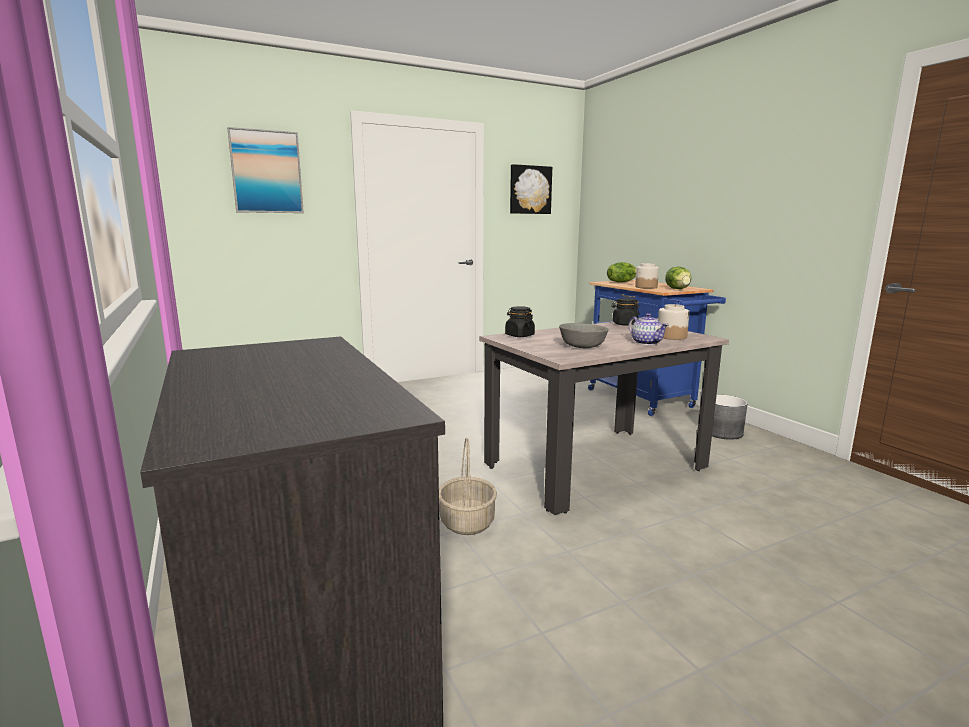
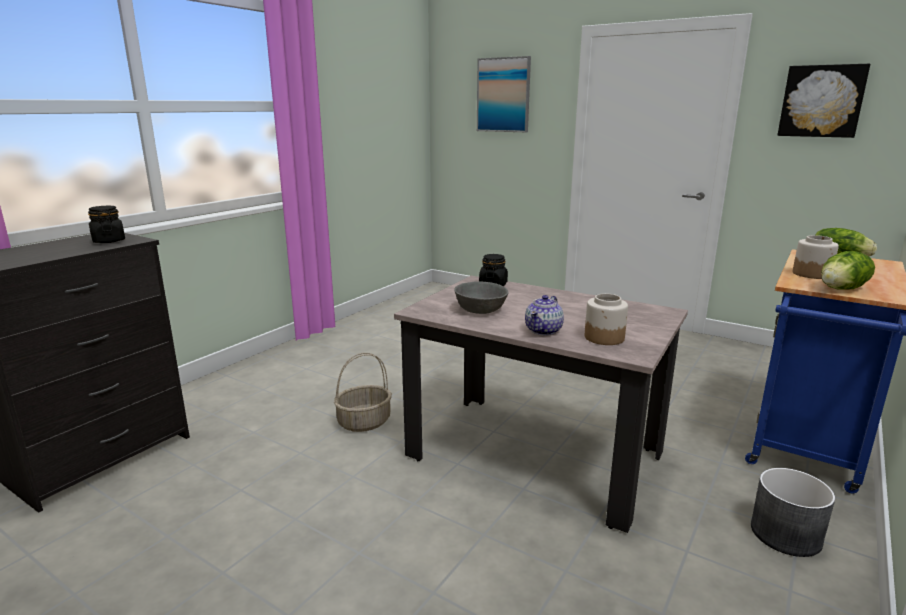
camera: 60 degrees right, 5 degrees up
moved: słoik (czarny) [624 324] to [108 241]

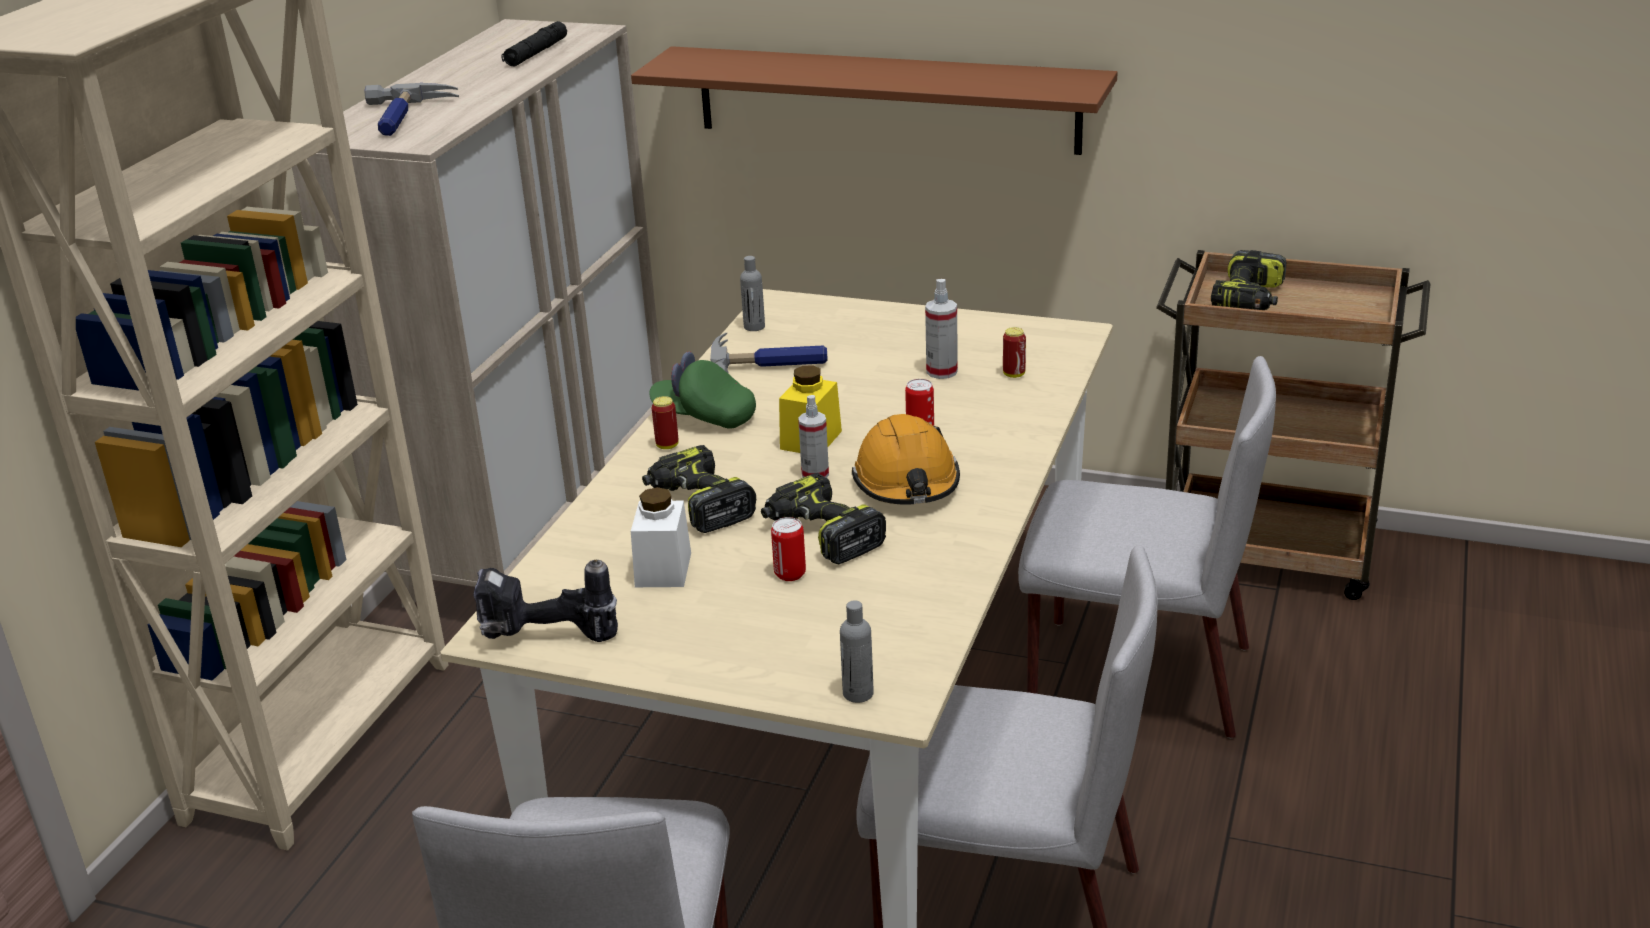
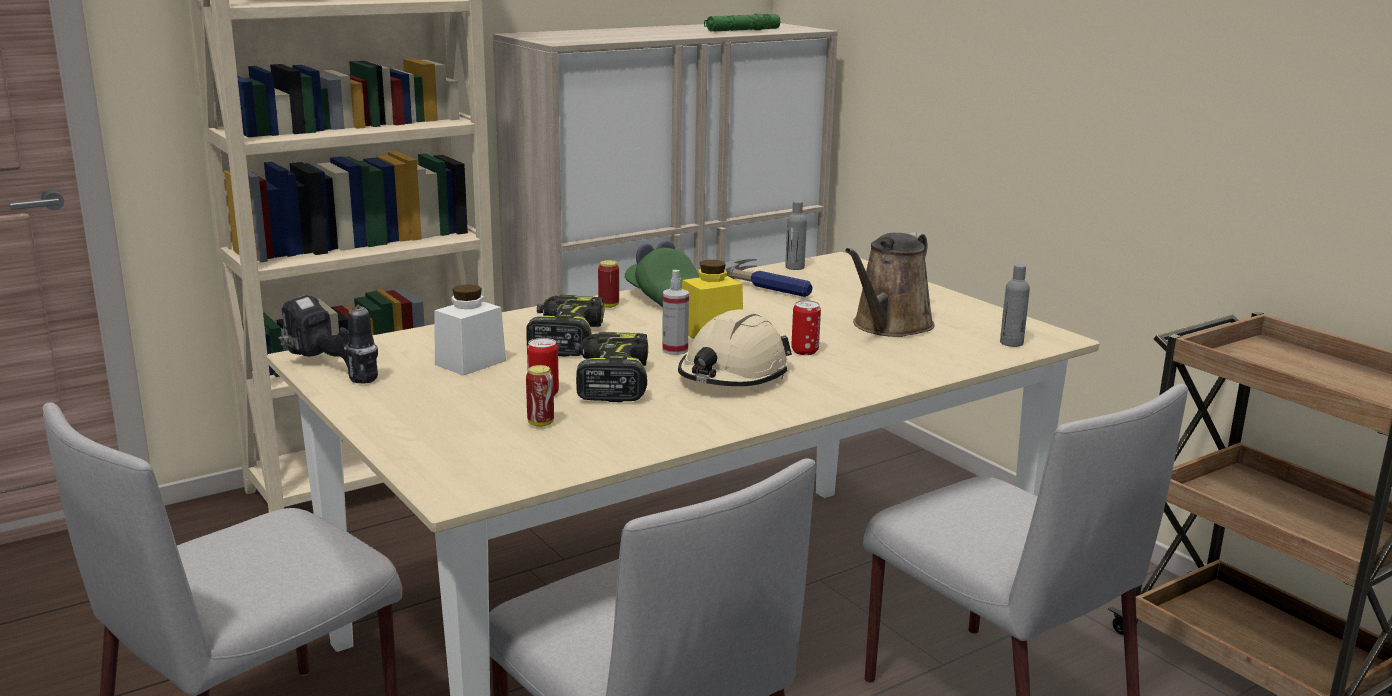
camera: 35 degrees right, 10 degrees down
removed: młotek [405 118]; półka (brązowy) [886 99]; wiertarka [1250 299]
moved: puszka [1014 374] to [540 423]; butelka (szary) [858 694] to [1011 343]
replaced: spryskiwacz [942 371] to konewka (brązowy) [889 326]
recoloured: kask (pomarańczowy) [907 482] to kask (beżowy) [733 375]; latarka (czarny) [536 53] to latarka (zielony) [742 30]

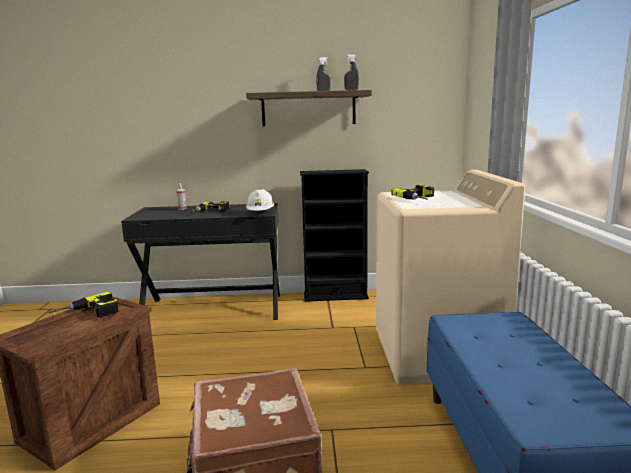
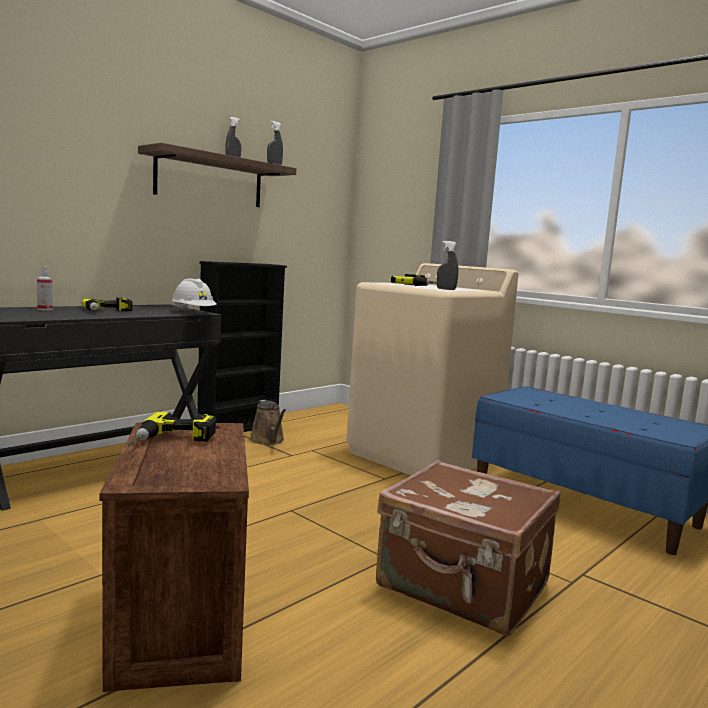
camera: 45 degrees left, 5 degrees down
added: konewka (brązowy) [268 440]; spryskiwacz (szary) [446 289]

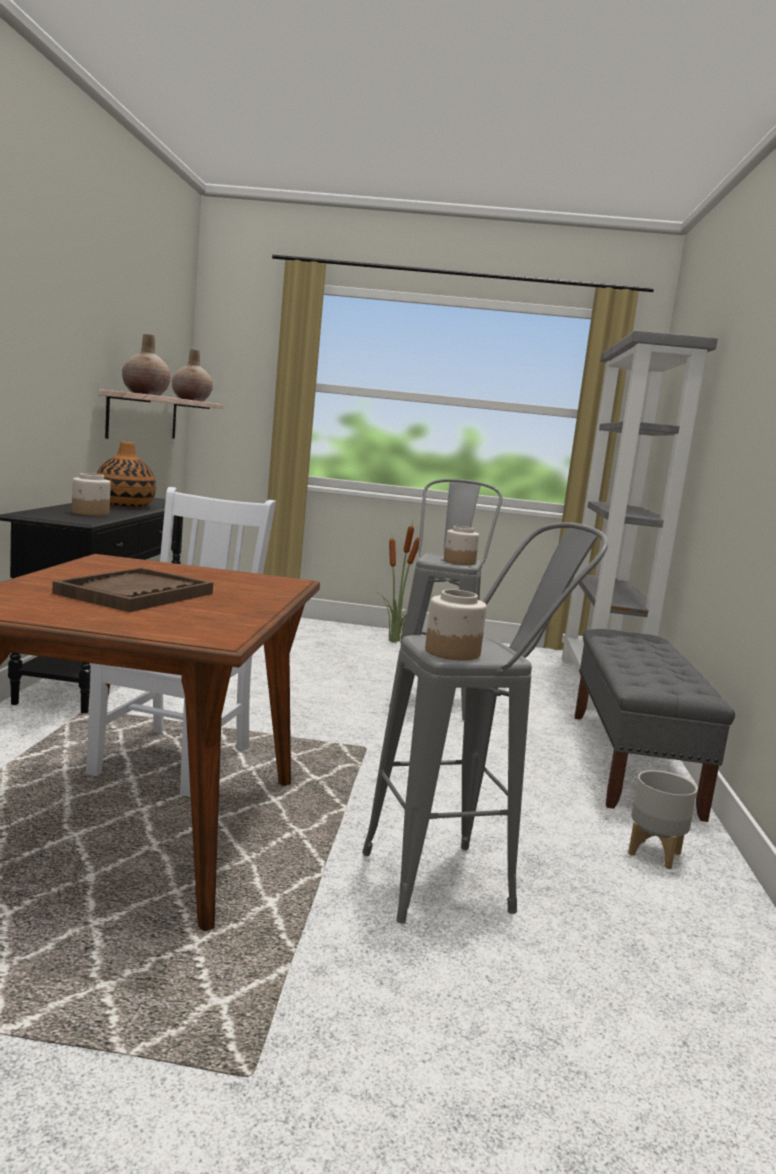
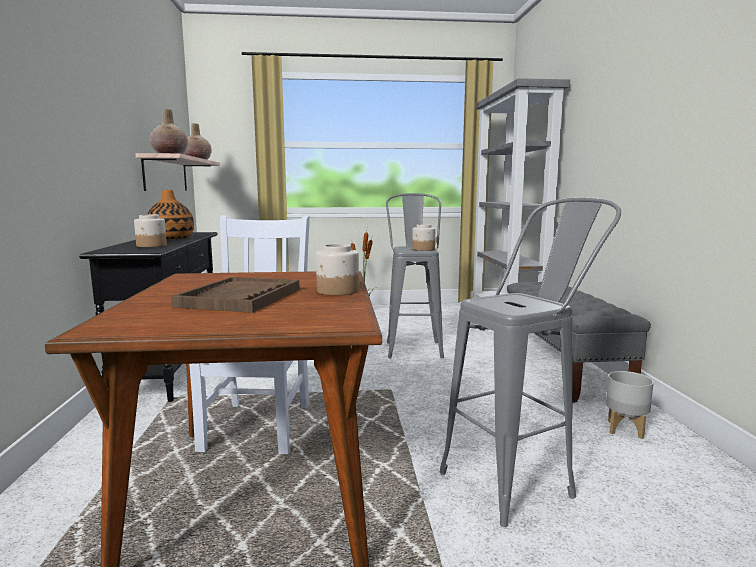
camera: 10 degrees left, 0 degrees up
moved: słoik [452 652] to [337 291]

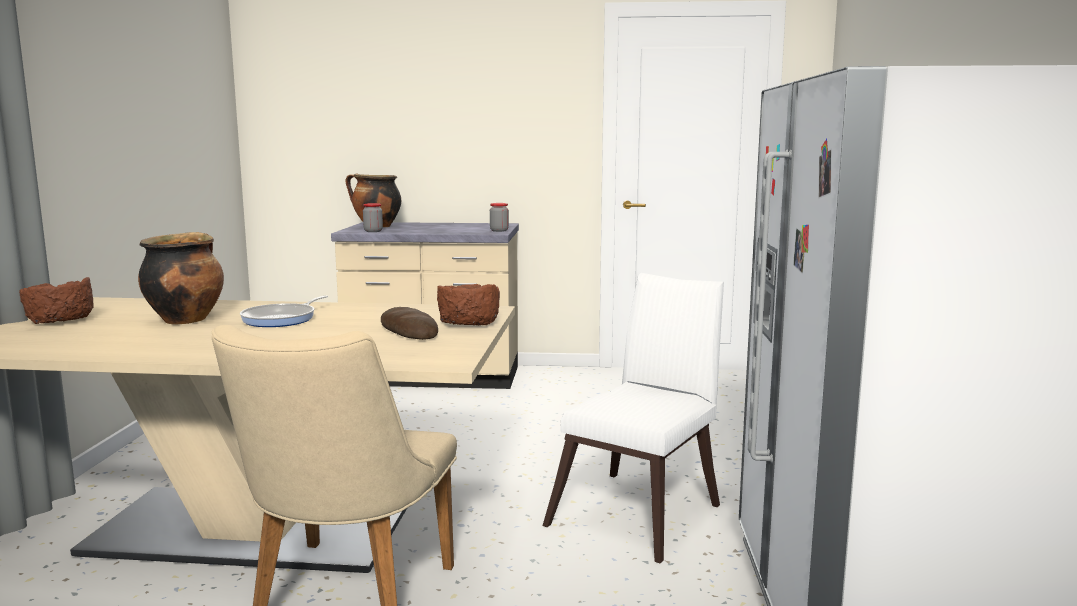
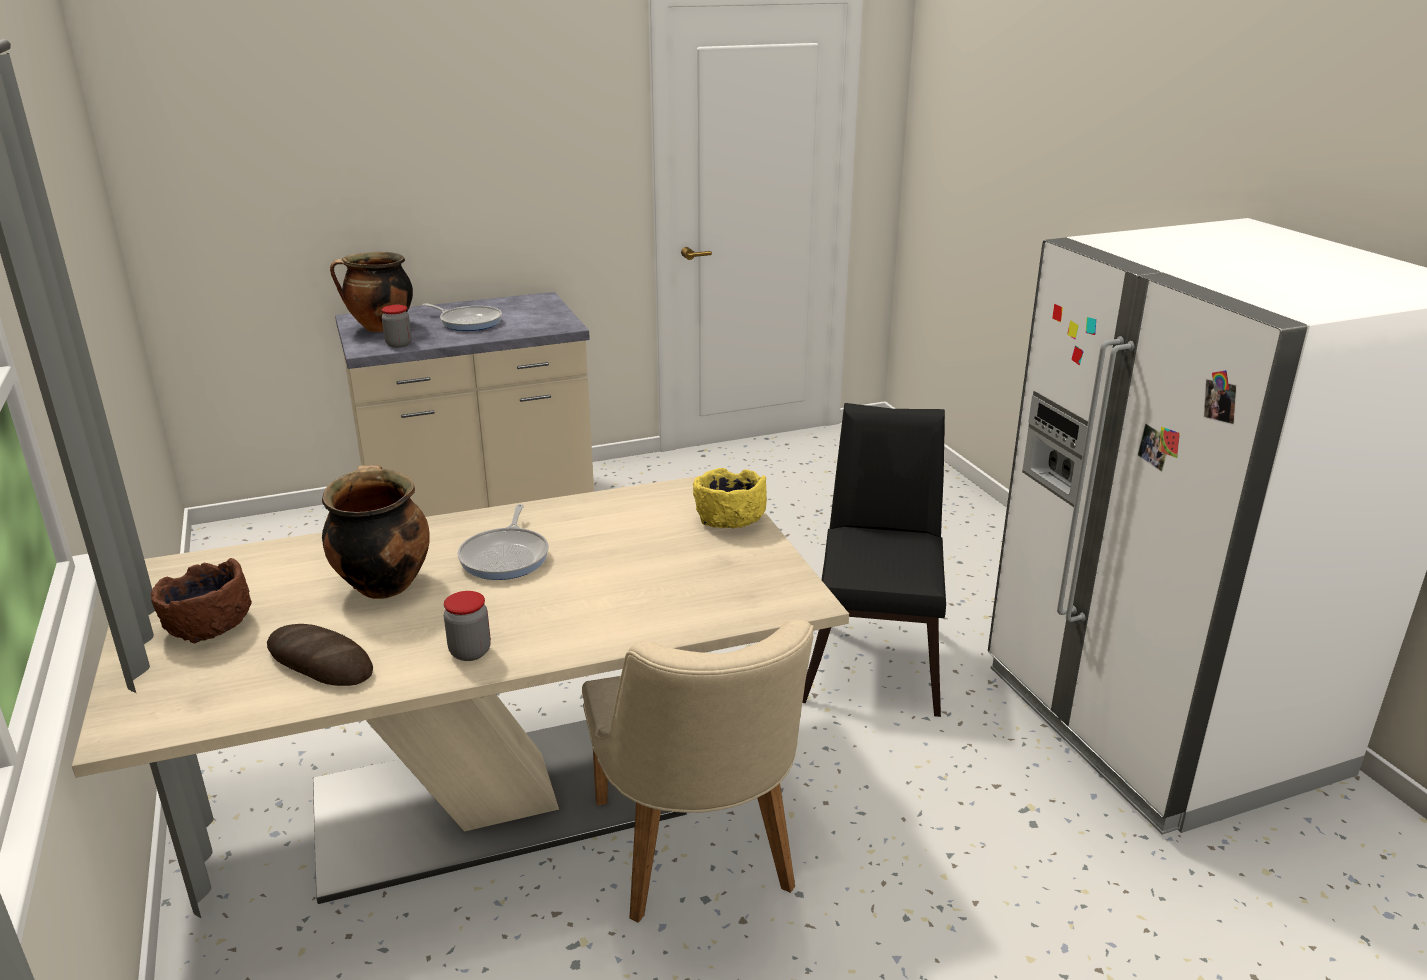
camera: 25 degrees left, 15 degrees up
added: patelnia [468 322]
moved: chleb [408 331] to [320 662]; słoik [499 230] to [470 652]
recoloured: miska (brązowy) [468 323] to miska (żółty) [729 519]; krzesło (biały) [642 511] to krzesło (czarny) [875 657]

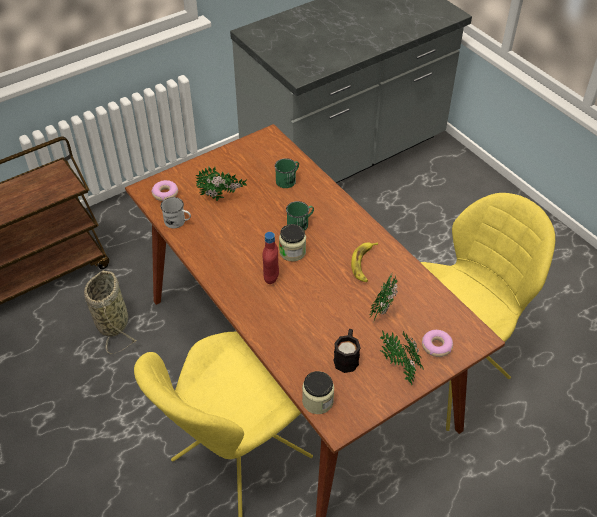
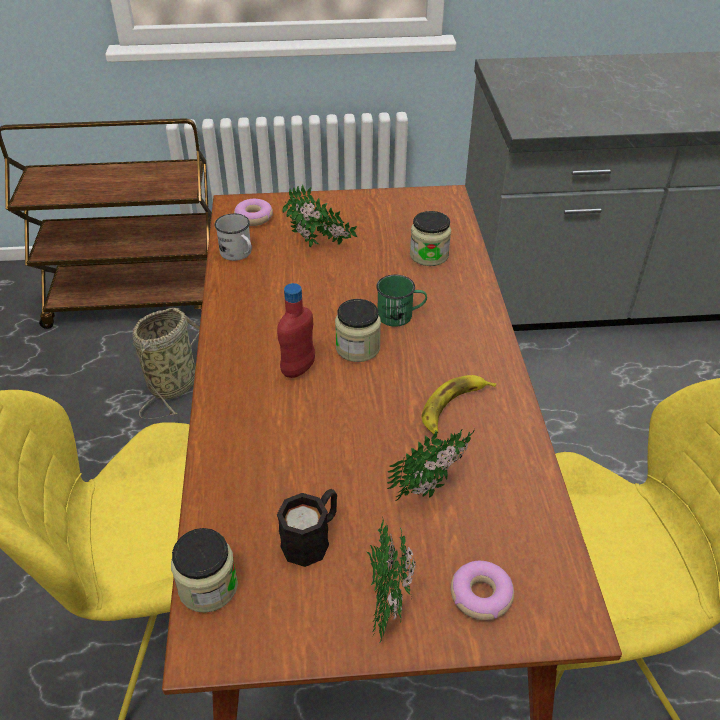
camera: 30 degrees right, 5 degrees down
replaced: kubek (zielony) [288 180] to słoik [429 255]

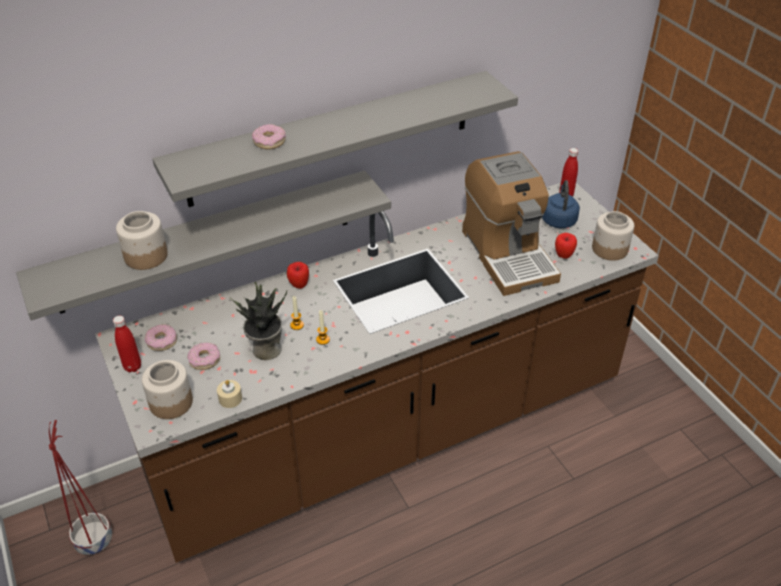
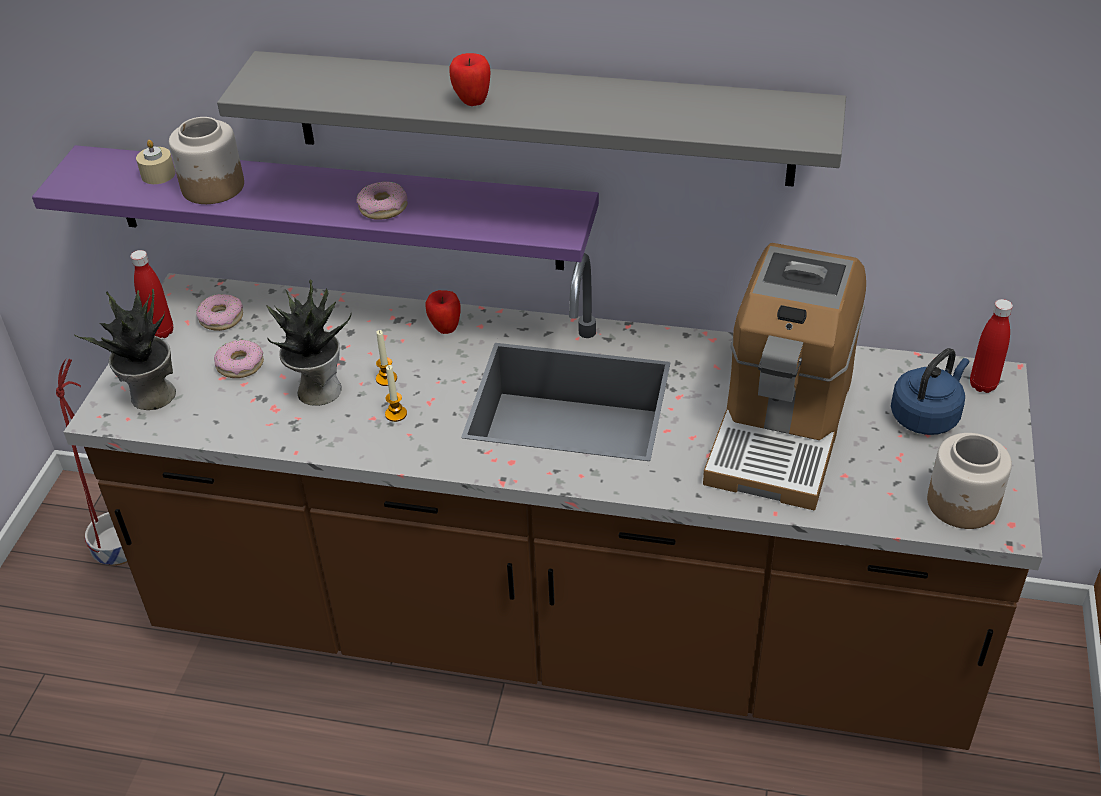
camera: 40 degrees right, 0 degrees up
moved: świeca (beżowy) [230 398] to [158 174]; donut [269 141] to [383 207]; jabłko [563 256] to [472 102]
replaced: słoik [170 403] to roślina doniczkowa [151 396]
recoloured: półka (szary) [207 241] to półka (fioletowy) [334 207]

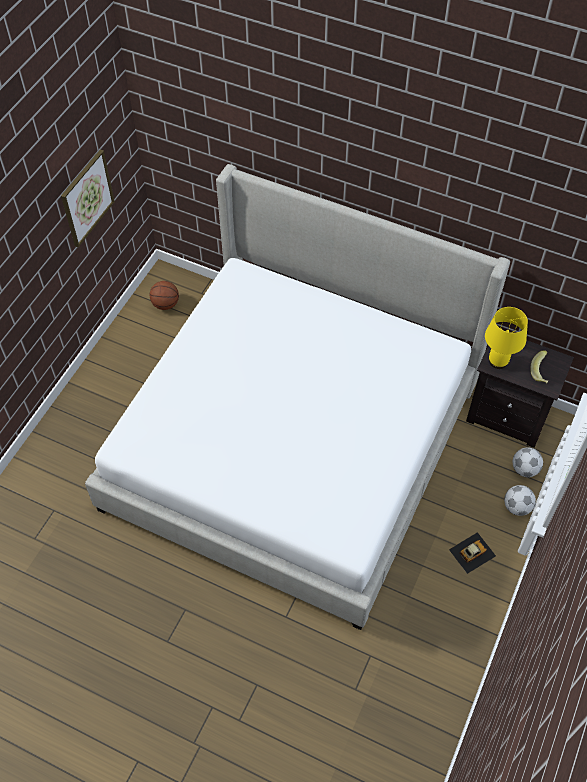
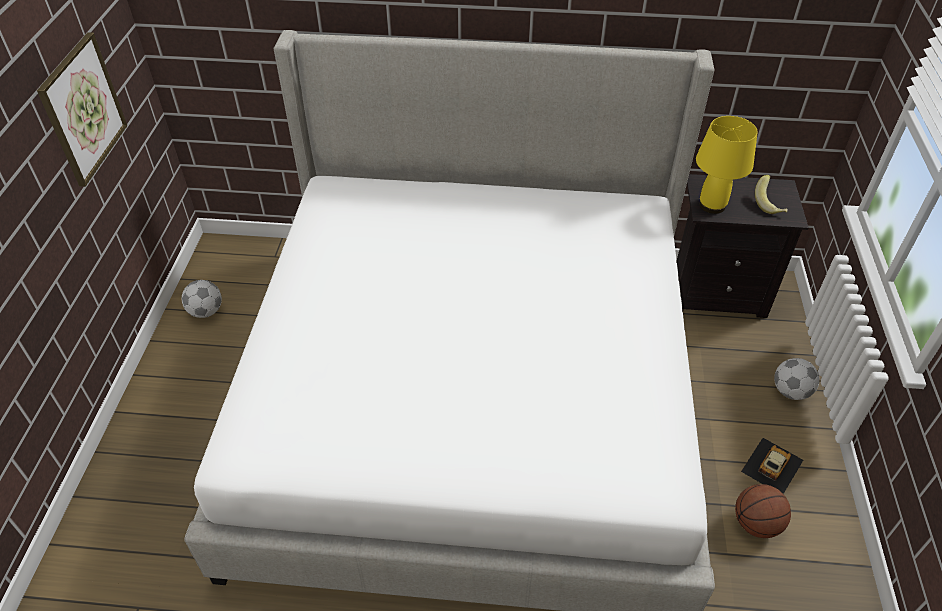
camera: 20 degrees left, 10 degrees down
moved: piłka futbolowa [525 469] to [206 311]; piłka do koszykówki [165 304] to [755 524]

